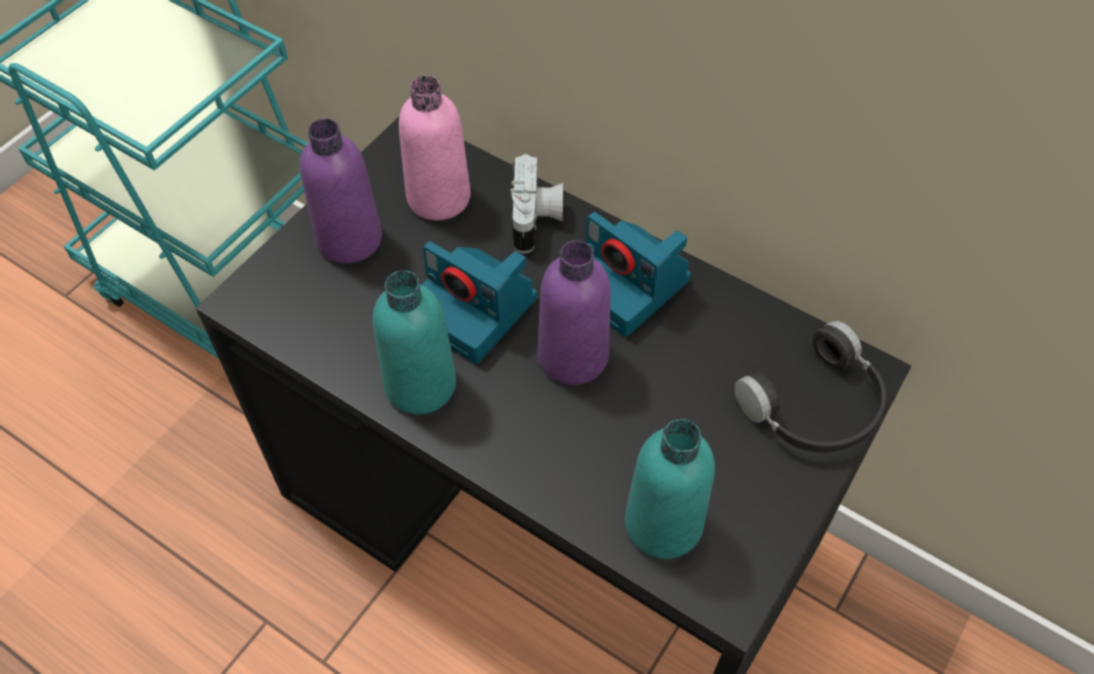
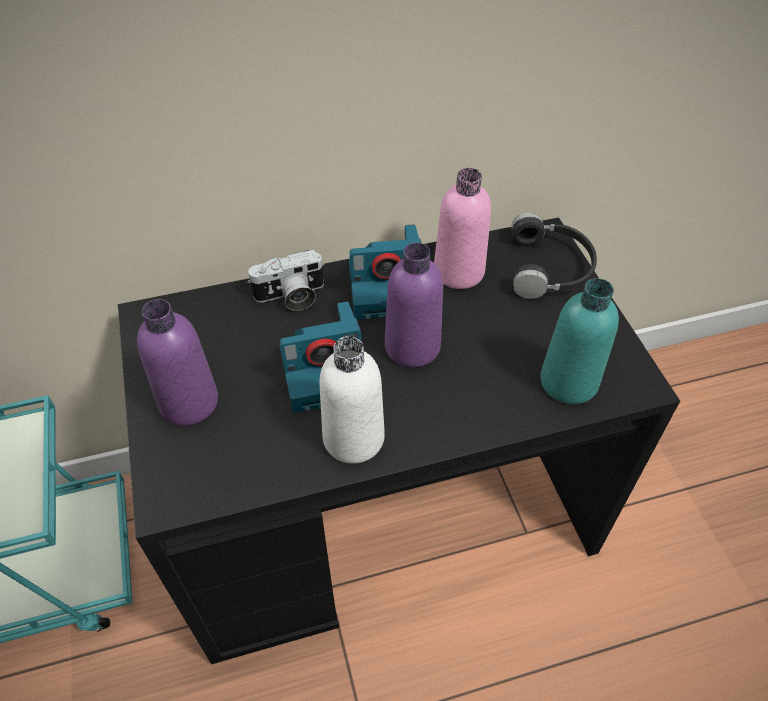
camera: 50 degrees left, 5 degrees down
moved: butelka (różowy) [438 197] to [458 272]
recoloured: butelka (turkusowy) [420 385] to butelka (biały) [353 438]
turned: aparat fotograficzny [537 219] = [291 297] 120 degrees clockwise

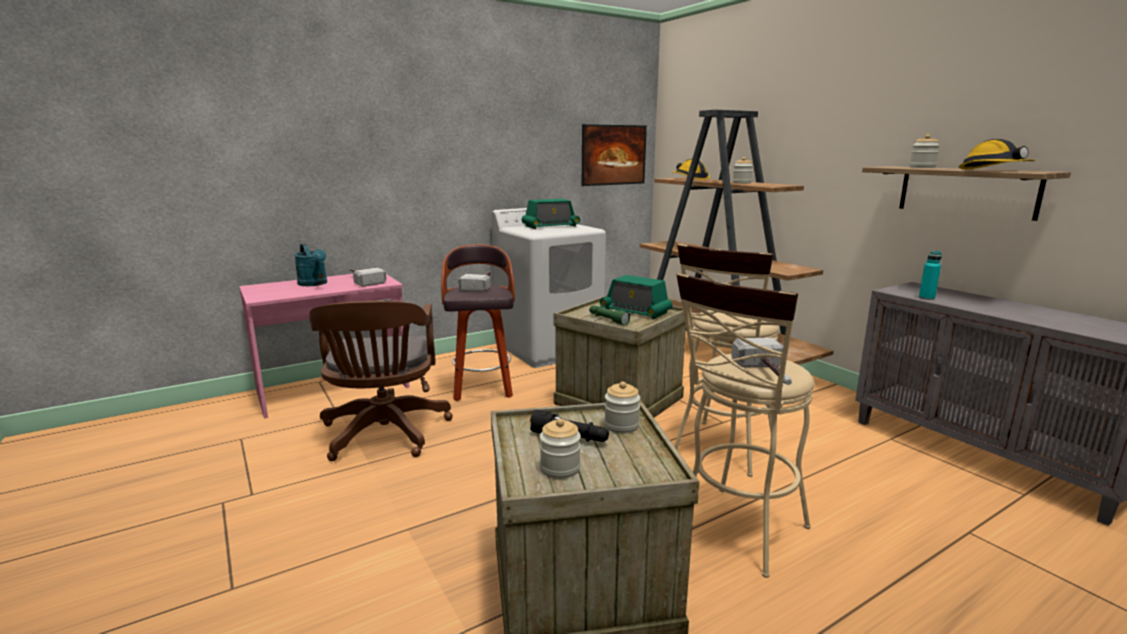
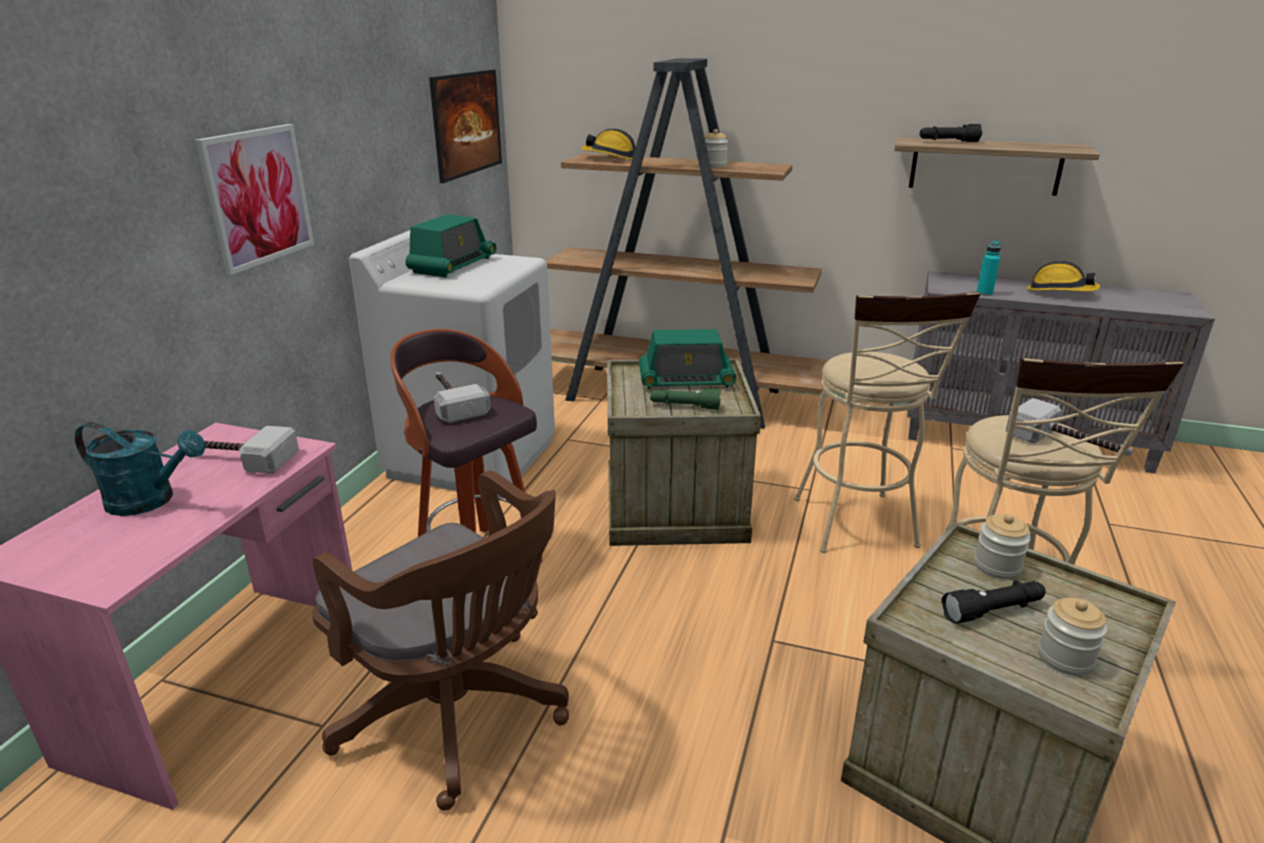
camera: 40 degrees left, 10 degrees up
added: obraz [257 197]
moved: kask [993 170] to [1060 292]
replaced: słoik [922 167] to latarka (czarny) [948 141]

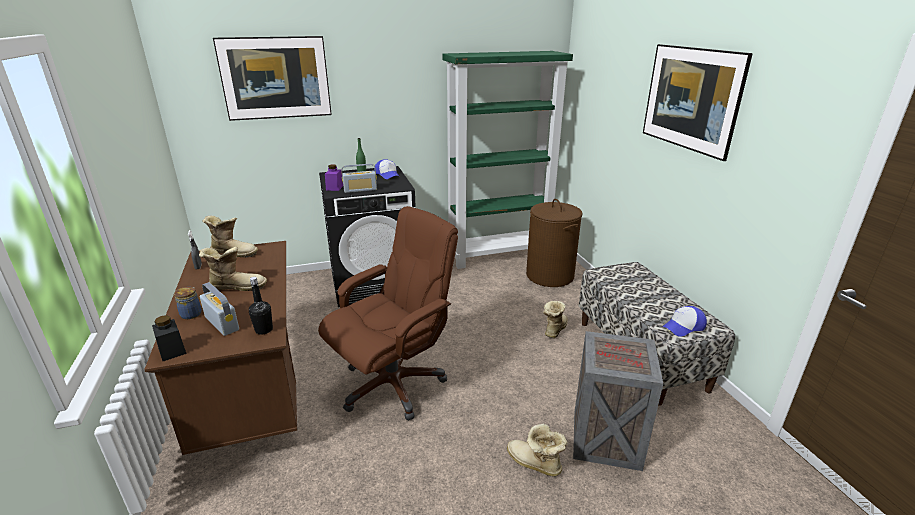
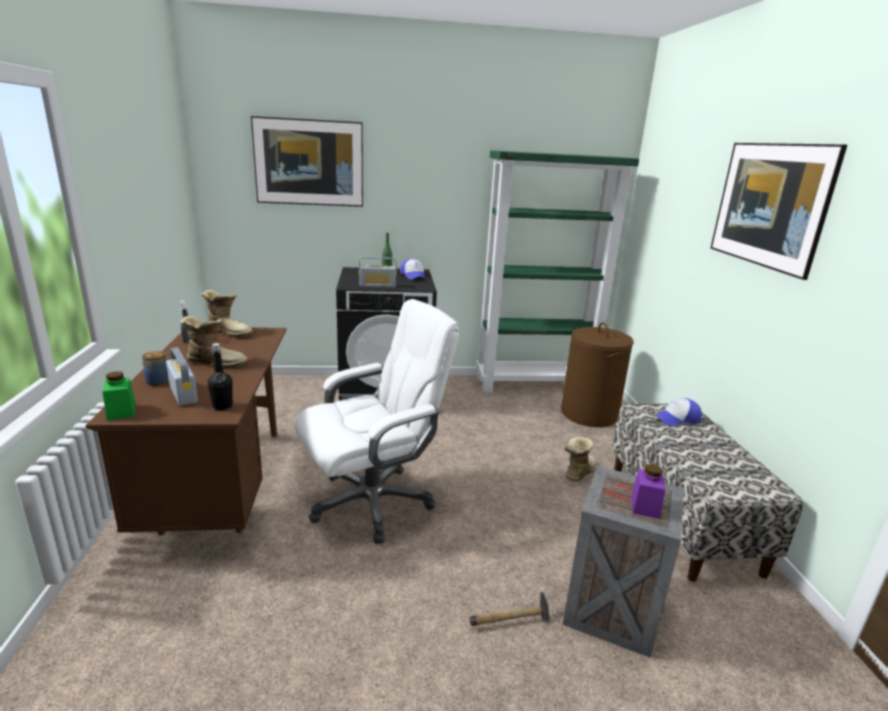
camera: 10 degrees right, 5 degrees down
moved: słoik (fioletowy) [334 188] to [645 506]; czapka z daszkiem [684 326] to [677 419]
replaced: but z cholewką [534 464] to młotek [511 622]
recoloured: słoik (czarny) [172 350] to słoik (zielony) [121 412]; krzesło biurowe (brązowy) [393 384] to krzesło biurowe (biały) [373 502]

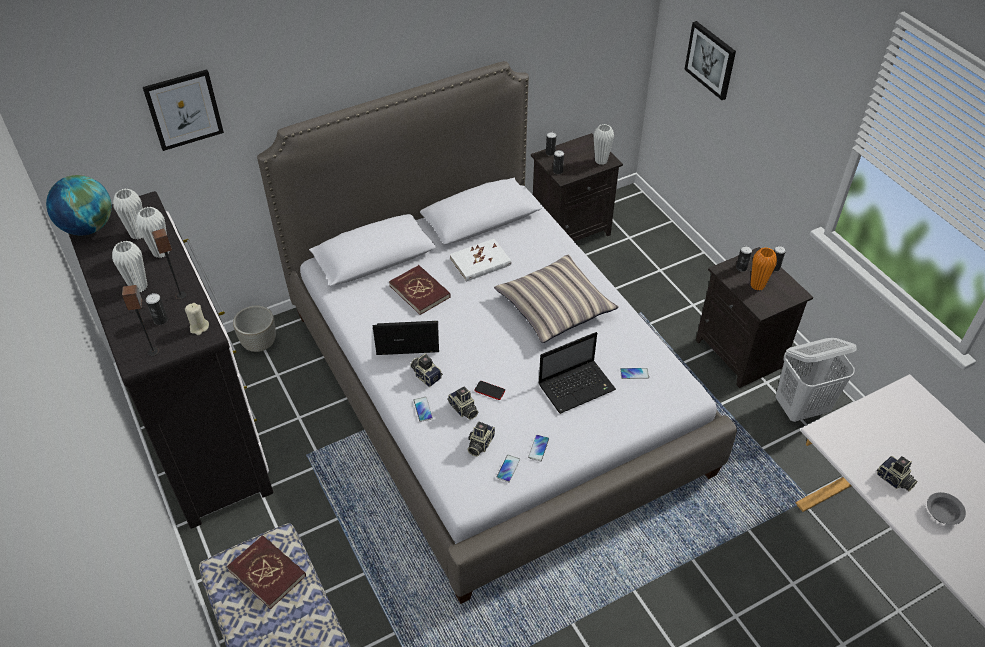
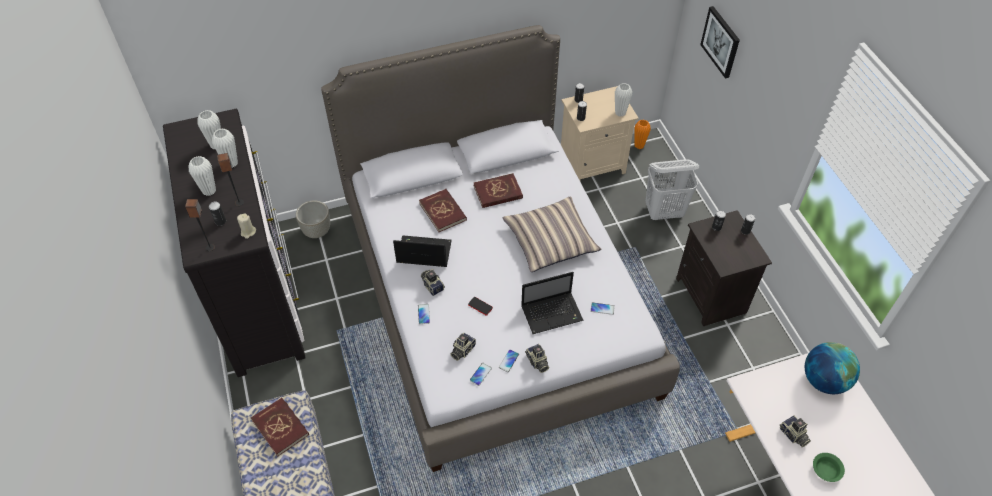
camera: 10 degrees right, 5 degrees up
removed: obraz [184 109]
moved: aparat fotograficzny [463 409] to [537 362]; wazon (pomarańczowy) [757 285] to [639 145]; kosz na pranie (biały) [802 408] to [664 212]; globus [88 227] to [824 380]
recoloured: książka (biały) [480 262] to książka (czerwony) [498 192]; szafka nocna (czarny) [571 229] to szafka nocna (beżowy) [592 164]; miska (szary) [941 513] to miska (zielony) [825 470]

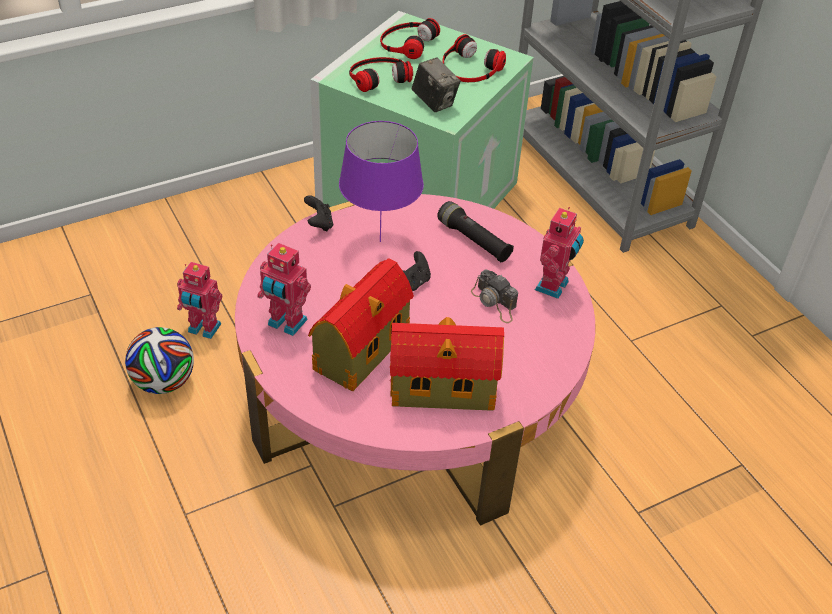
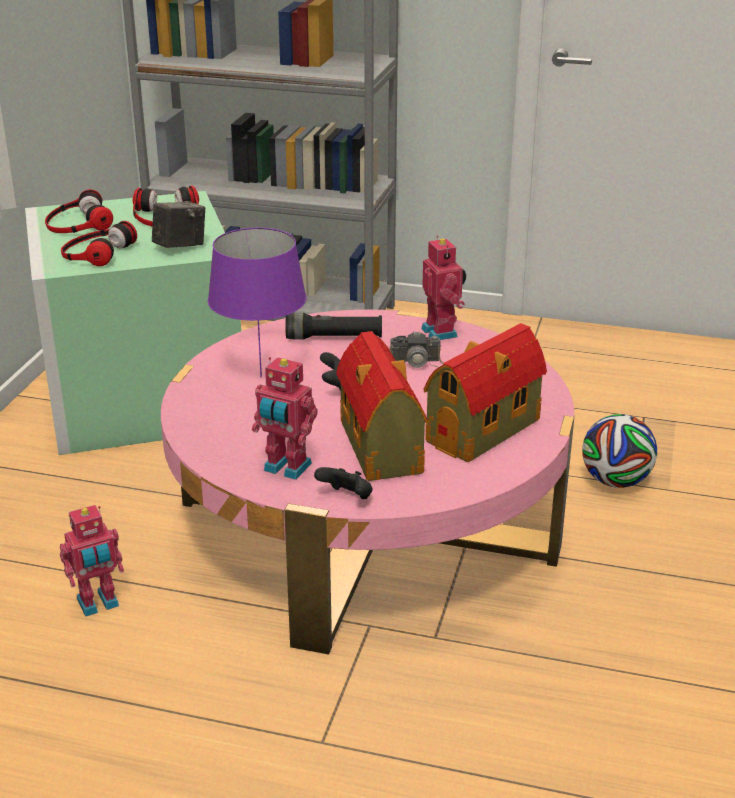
camera: 45 degrees left, 15 degrees down
moved: pad do gier (czarny) [319 224] to [346 498]; piłka futbolowa [164 382] to [615 481]
turned: aparat fotograficzny [434 102] = [180 246] 45 degrees counterclockwise; robot zabawkowy [286 324] = [286 468] 45 degrees clockwise

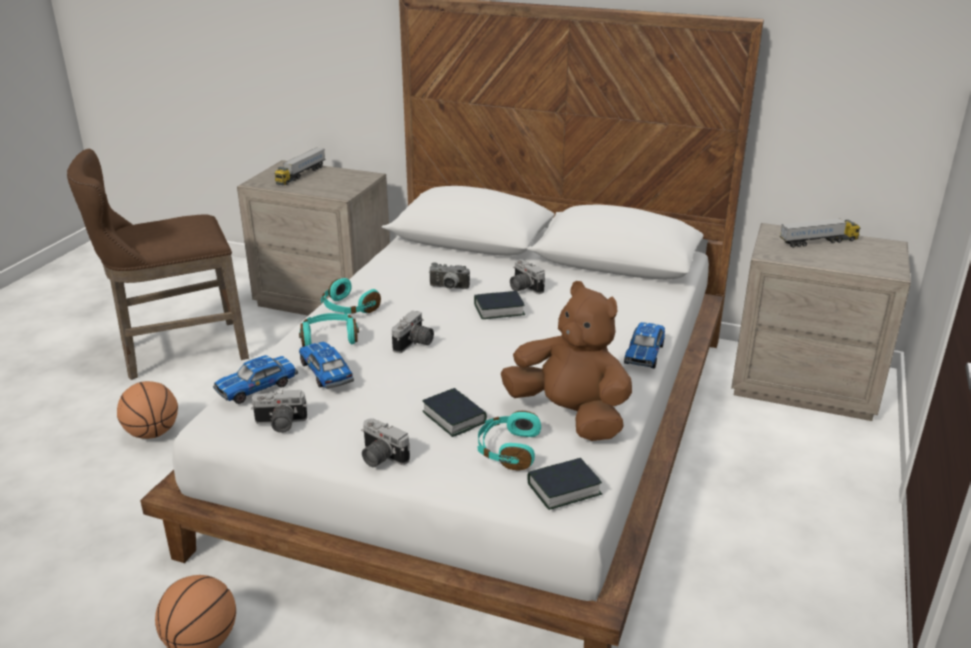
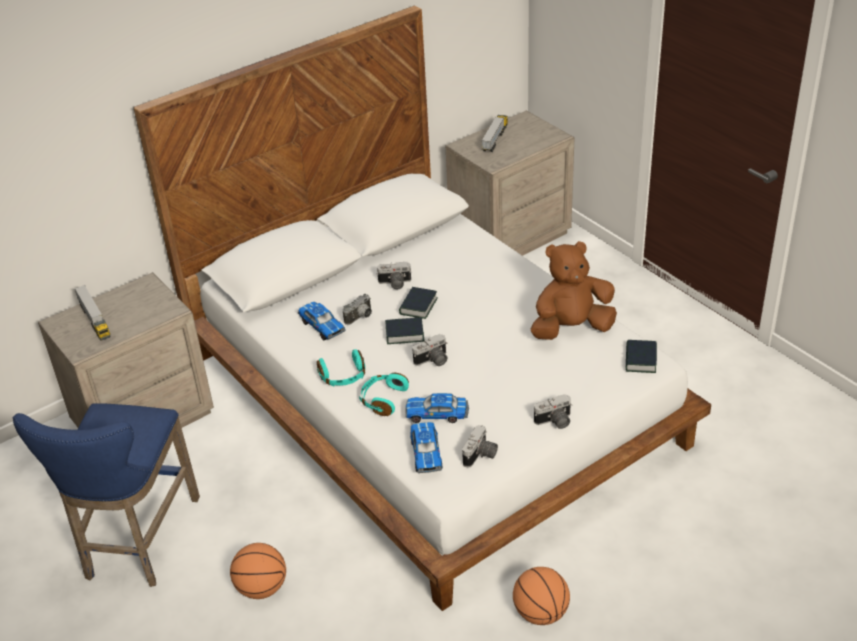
camera: 55 degrees left, 10 degrees up
removed: słuchawki (turkusowy) [507 450]
moved: samochodzik [644 353] to [322 326]; książka [454 417] to [404 334]
recoloured: stołek (brązowy) [177 352] to stołek (niebieski) [137 543]
turned: aparat fotograficzny [414 344] = [433 361] 90 degrees clockwise

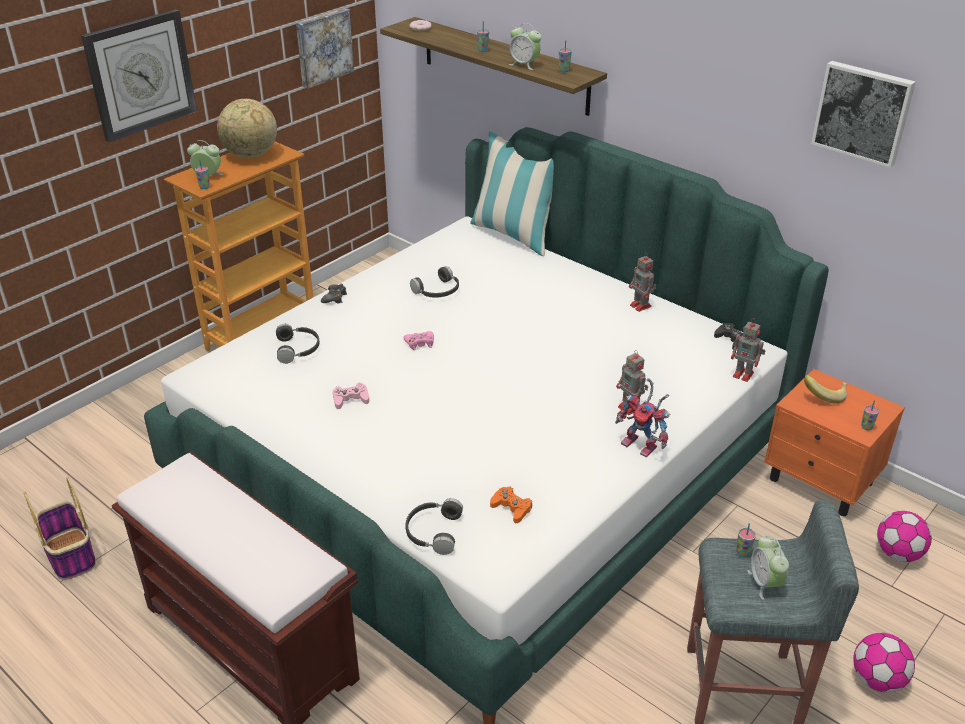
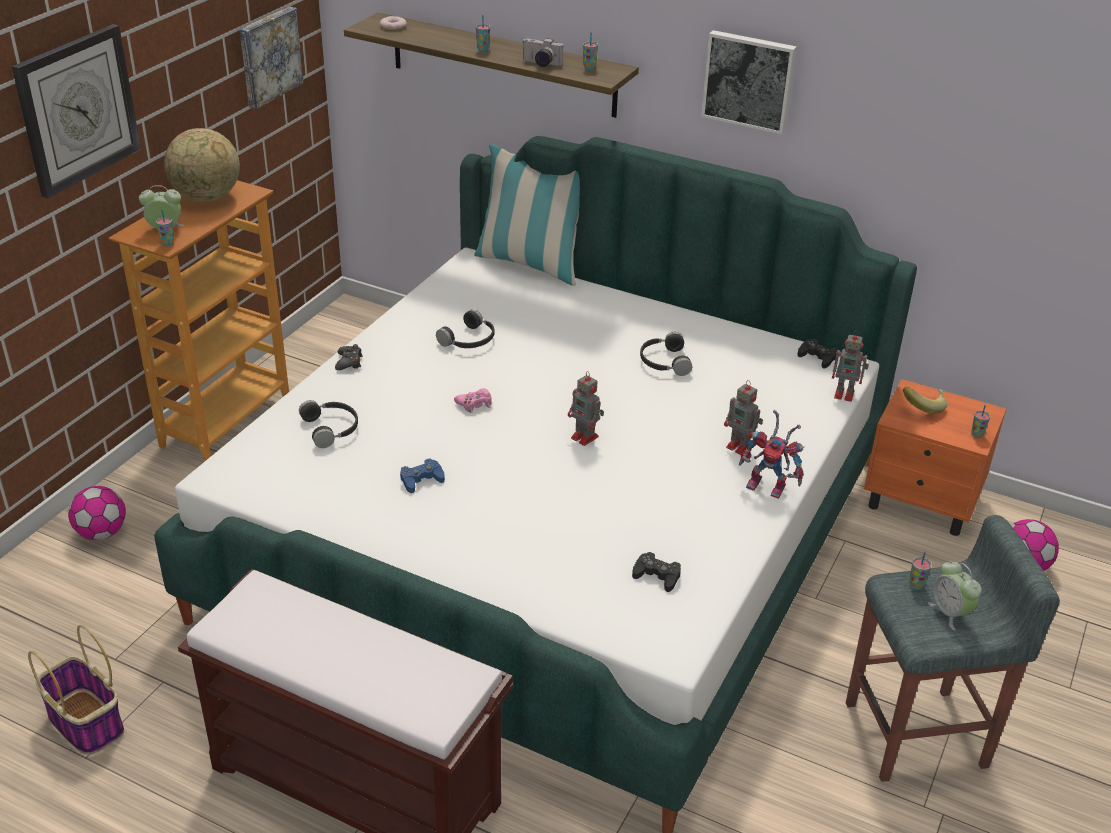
camera: 15 degrees left, 0 degrees up
moved: piłka futbolowa [877 680] to [102 533]; robot zabawkowy [641 306] to [585 438]; słuchawki (czarny) [432 532] to [663 362]; obraz [863 112] to [749 80]
replaced: budzik [524 65] to aparat fotograficzny [540 64]
recoloured: pad do gier (różowy) [350 399] to pad do gier (niebieski) [421 480]; pad do gier (pomarańczowy) [511 508] to pad do gier (czarny) [657 576]

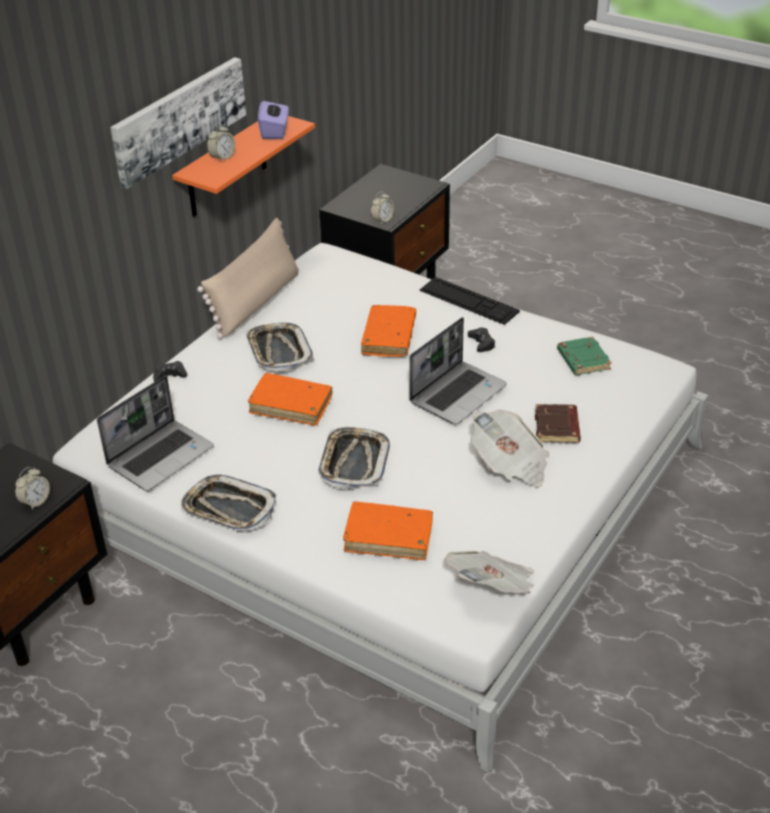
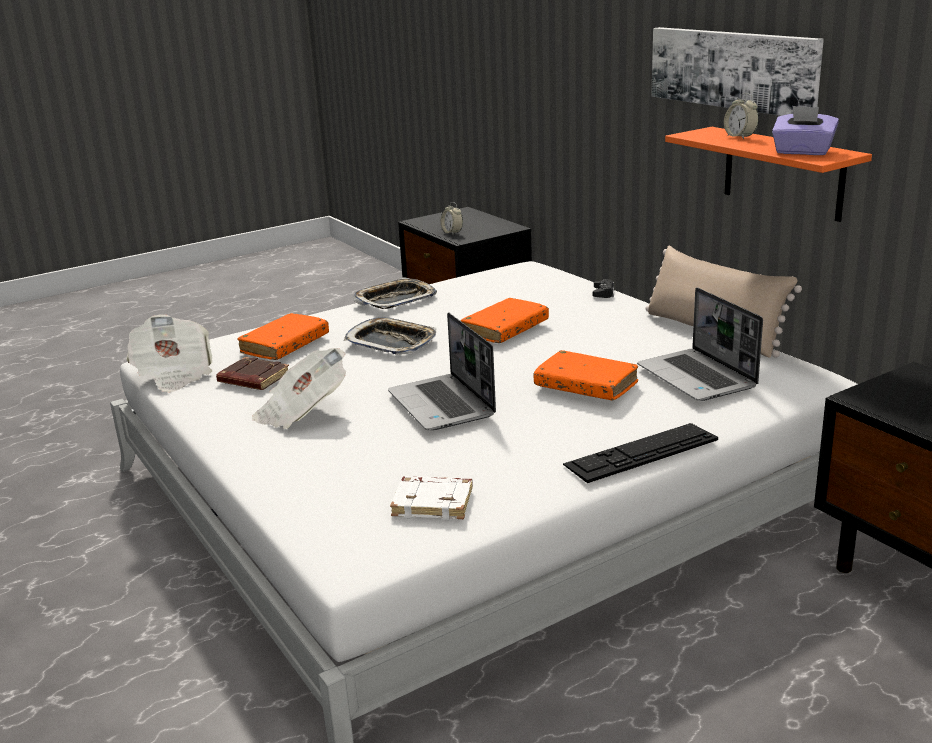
camera: 115 degrees right, 15 degrees down
removed: taca [279 351]; budzik [382 220]; pad do gier (czarny) [481 343]
moved: książka (brązowy) [558 428] to [252 379]; laptop [161 456] to [698 377]
recoloured: książka (zielony) [582 359] to książka (biały) [434 502]

